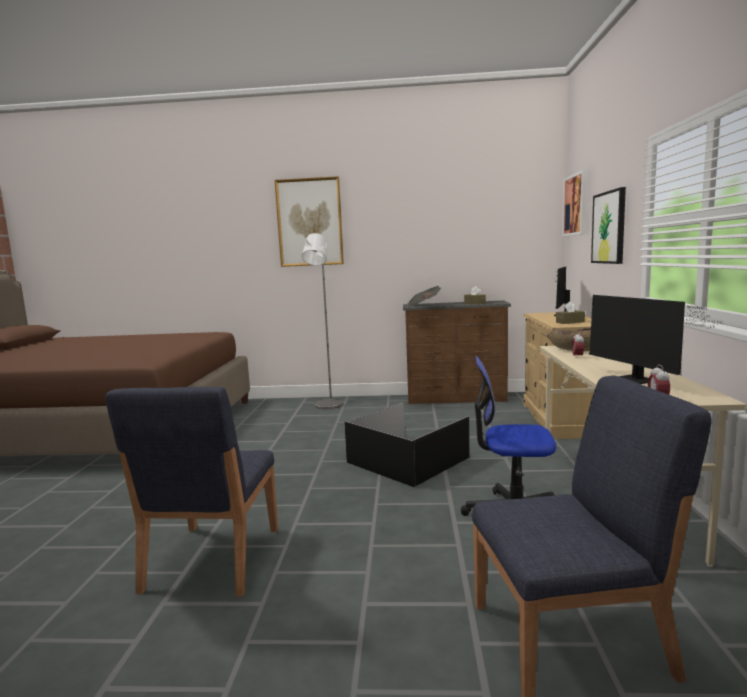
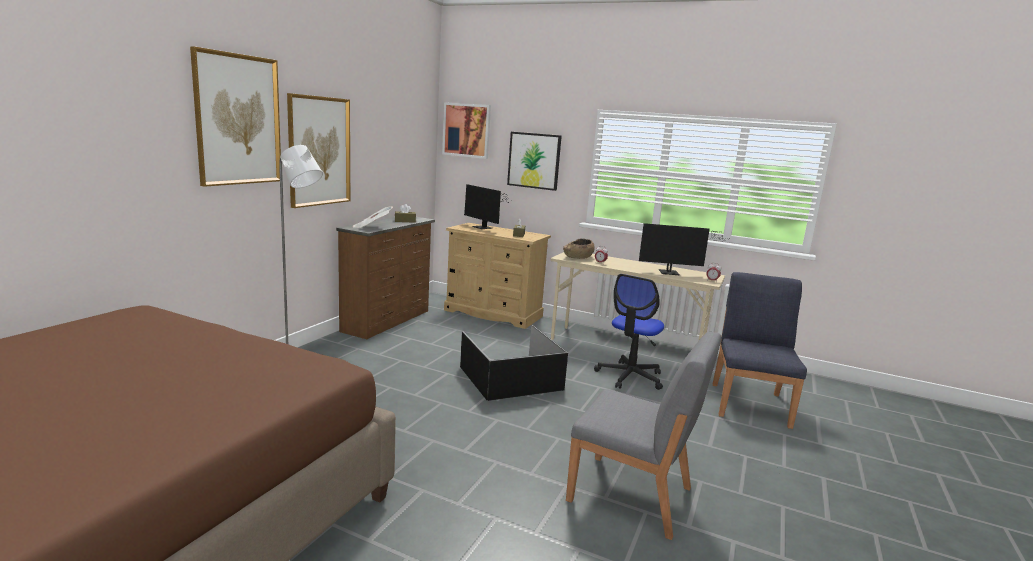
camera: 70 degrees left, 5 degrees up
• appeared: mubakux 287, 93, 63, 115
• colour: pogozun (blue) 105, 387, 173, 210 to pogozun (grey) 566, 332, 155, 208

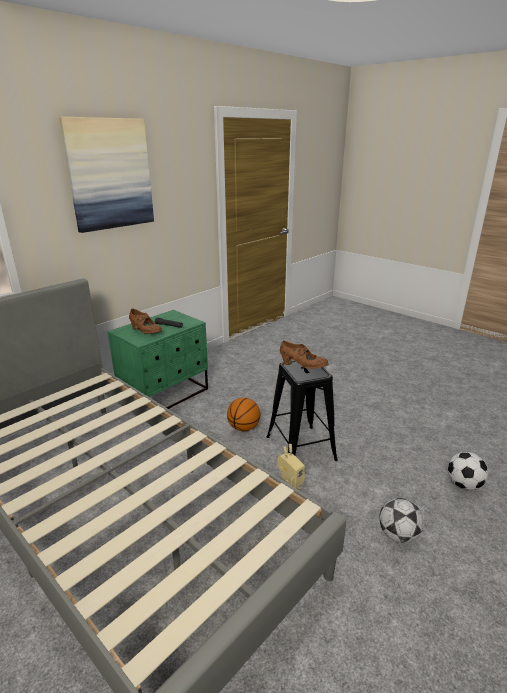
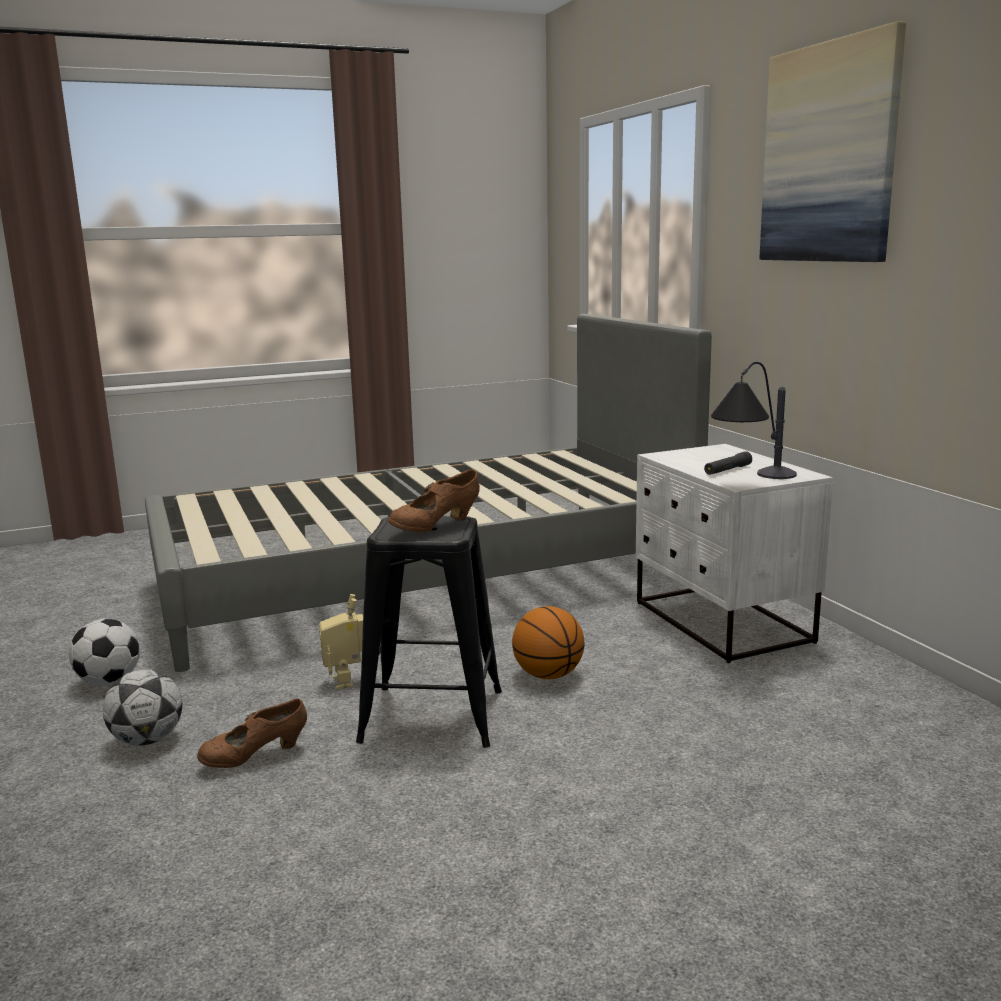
camera: 115 degrees right, 10 degrees down
• appeared: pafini 711, 362, 86, 117
• relocated: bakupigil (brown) 129, 309, 33, 24 to 197, 699, 110, 69
• relocated: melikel 448, 452, 41, 38 to 69, 619, 71, 66
• colour: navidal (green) 108, 310, 100, 99 to navidal (white) 636, 444, 197, 219

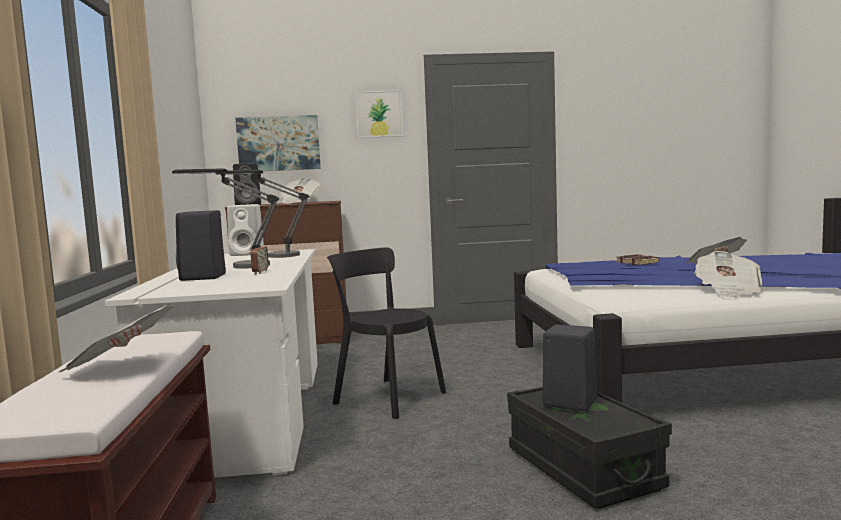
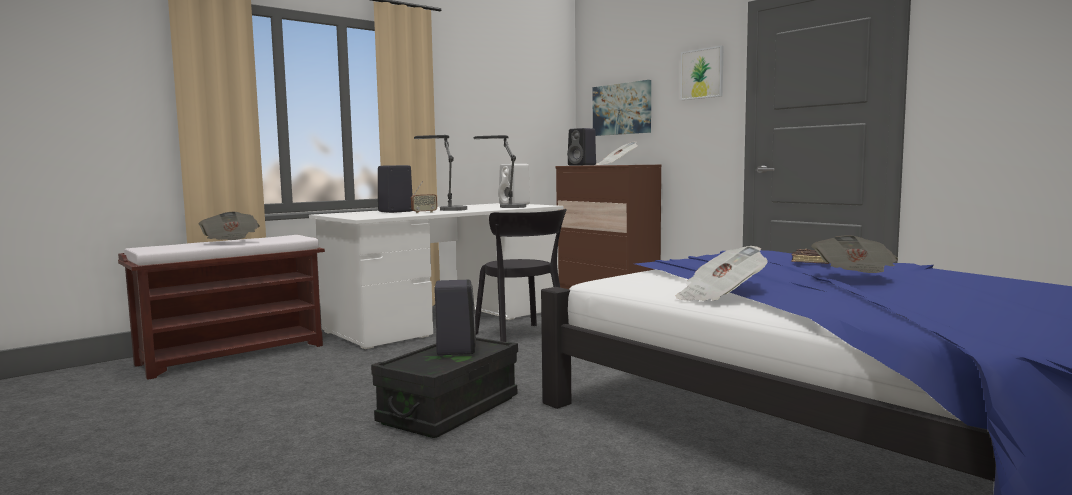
camera: 55 degrees right, 0 degrees up
• spun: pogozun (black) 327, 247, 119, 172 = 475, 209, 92, 133 150 degrees clockwise

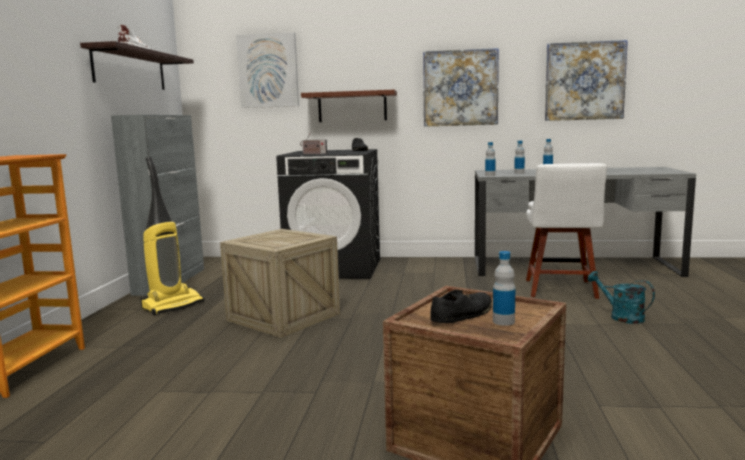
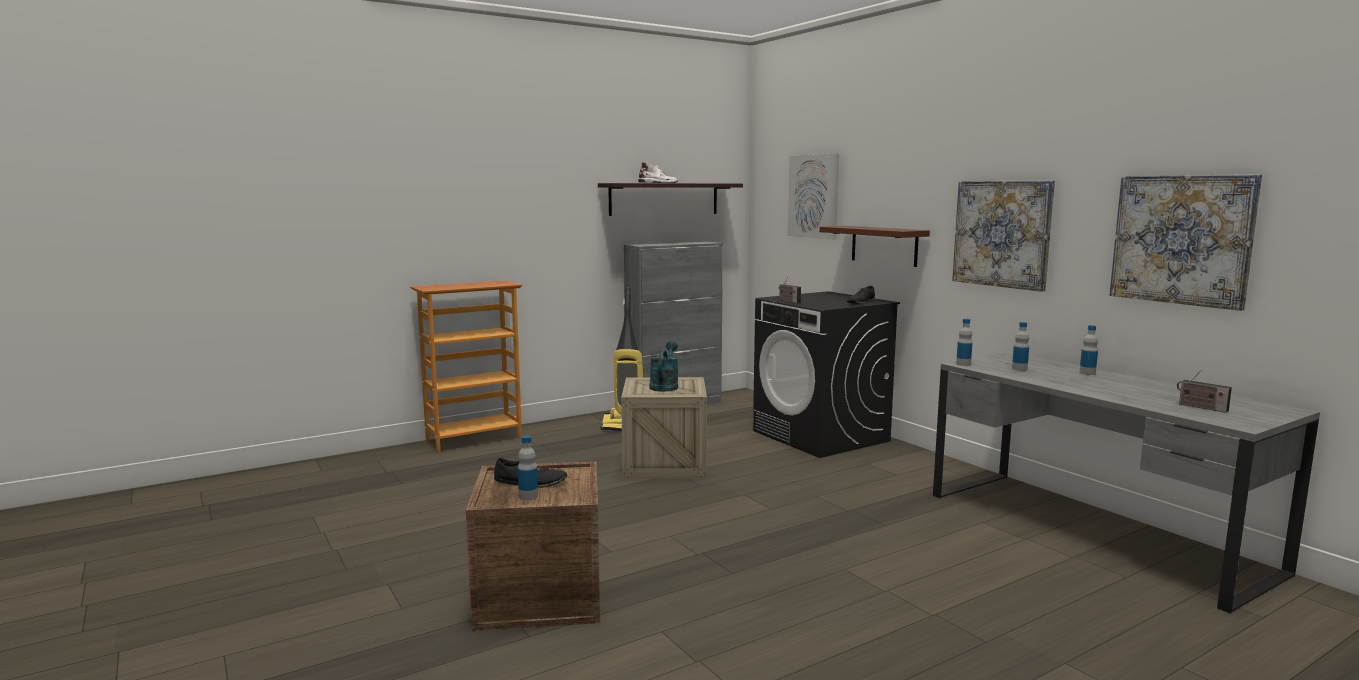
camera: 50 degrees right, 0 degrees up
• missing: pogozun (white) 526, 163, 81, 136
• appeared: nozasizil 1177, 370, 55, 43
• relocated: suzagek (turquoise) 587, 271, 68, 53 to 650, 341, 28, 51

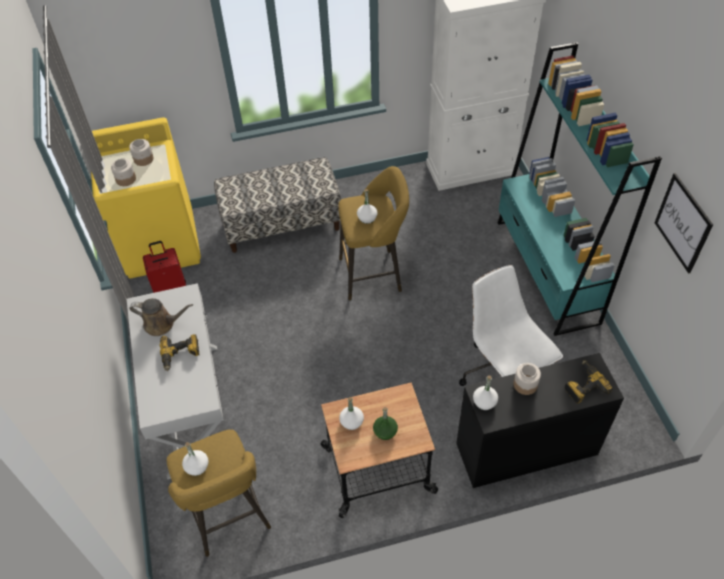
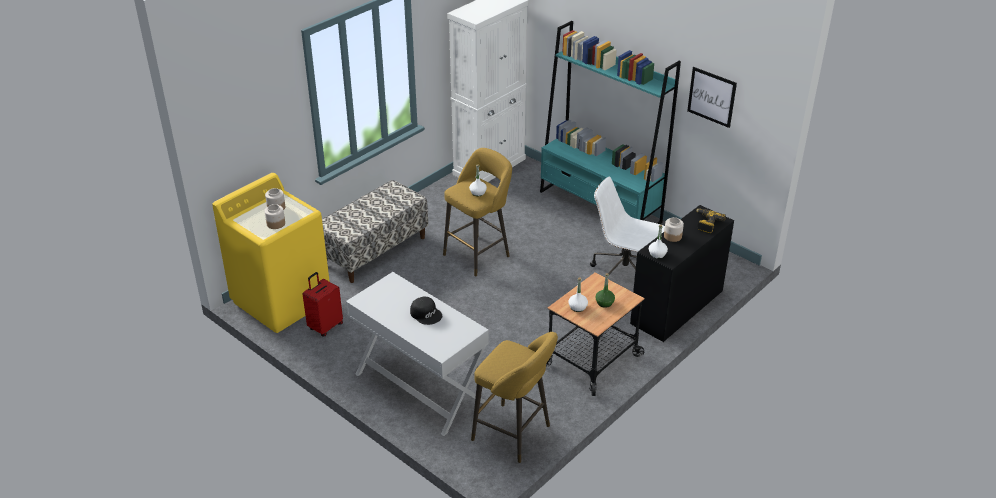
camera: 35 degrees left, 15 degrees down
• missing: suzagek (brown) 130, 298, 63, 38
• missing: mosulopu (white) 182, 442, 26, 34
• exchanged: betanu 159, 334, 40, 37 to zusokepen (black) 410, 297, 32, 28

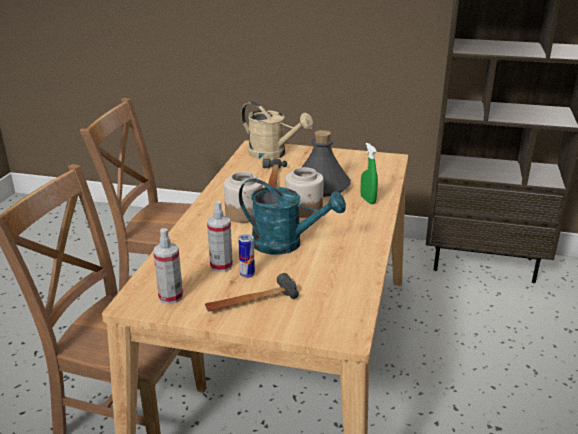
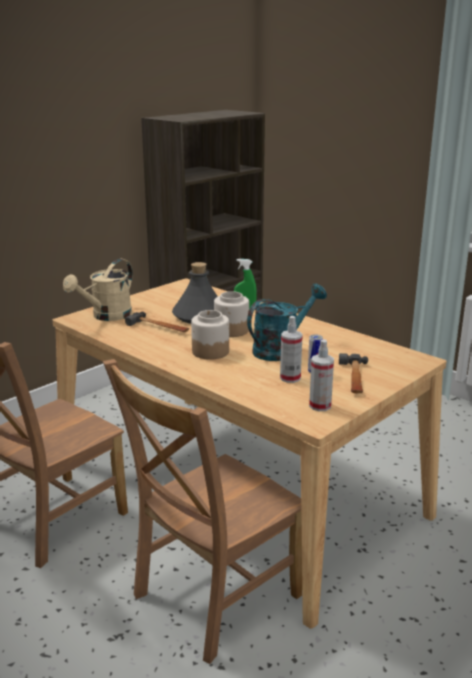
camera: 60 degrees left, 5 degrees down
• spun: suzagek (beige) 241, 102, 72, 58 = 63, 259, 70, 62 150 degrees clockwise

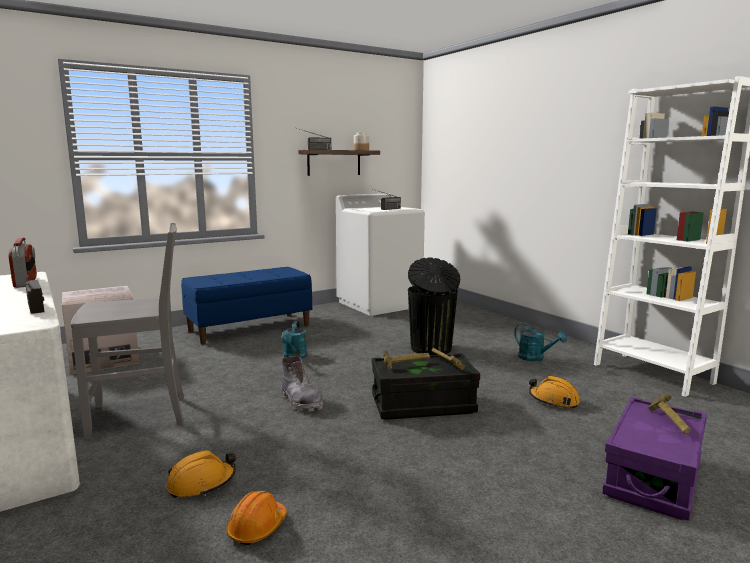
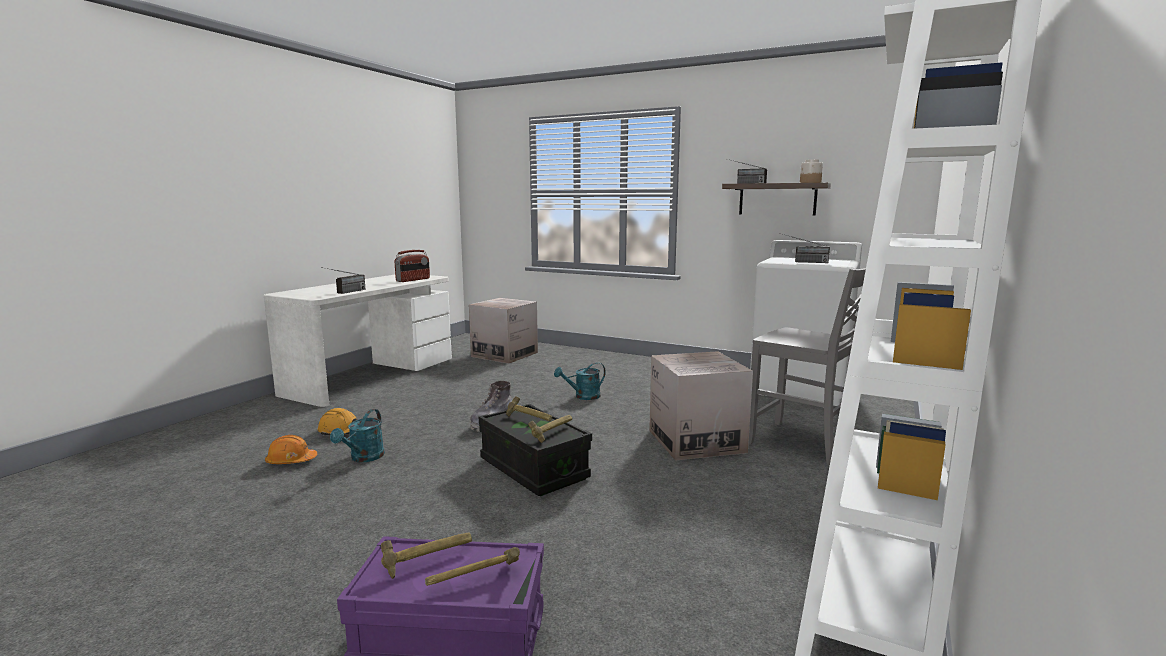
camera: 60 degrees right, 0 degrees up
• missing: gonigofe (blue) 181, 267, 131, 78
• missing: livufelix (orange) 529, 376, 51, 33
• appeared: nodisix 381, 533, 91, 46
• relocated: pogozun (grey) 71, 223, 113, 217 to 748, 268, 118, 198
• relocated: suzagek (turquoise) 514, 323, 53, 39 to 330, 409, 55, 53
• exchanged: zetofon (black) 408, 258, 52, 98 to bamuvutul 649, 351, 104, 110

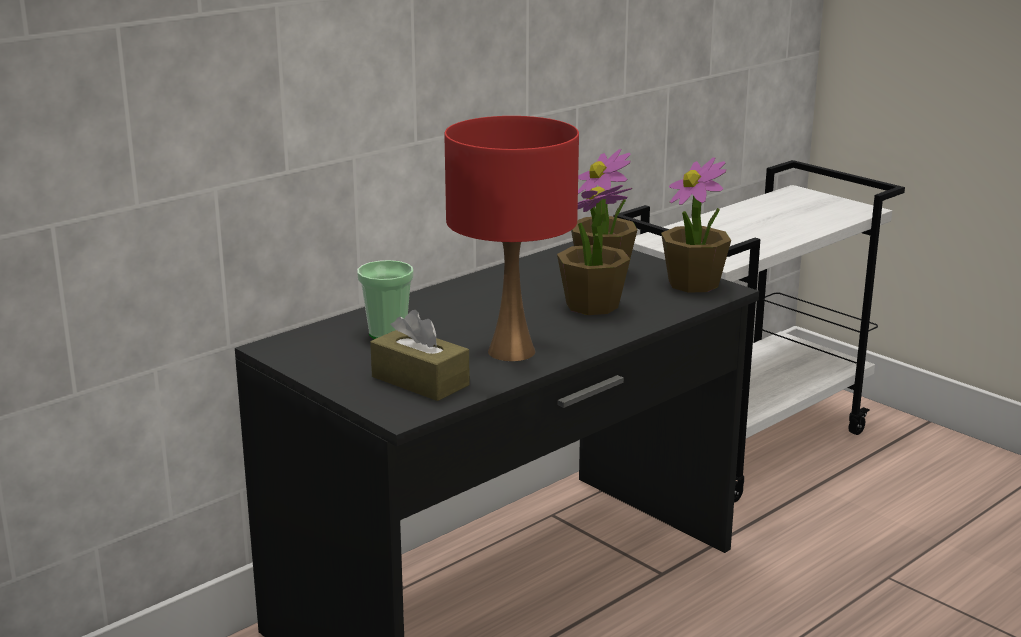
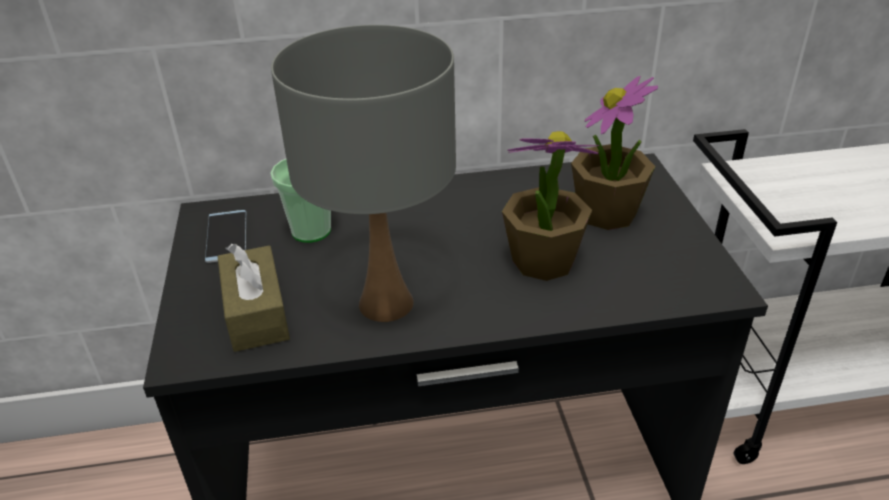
camera: 35 degrees right, 15 degrees up
• missing: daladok 661, 158, 70, 135
• appeared: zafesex 205, 210, 41, 53
• colour: pafini (red) 445, 116, 134, 245 to pafini (grey) 271, 25, 185, 297

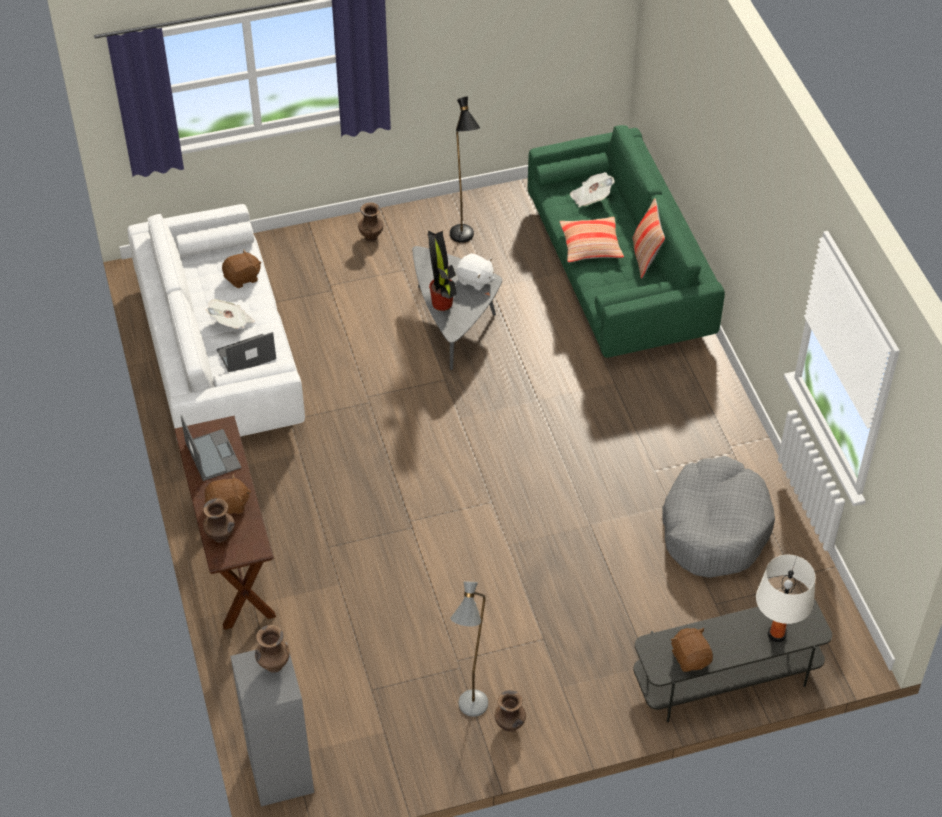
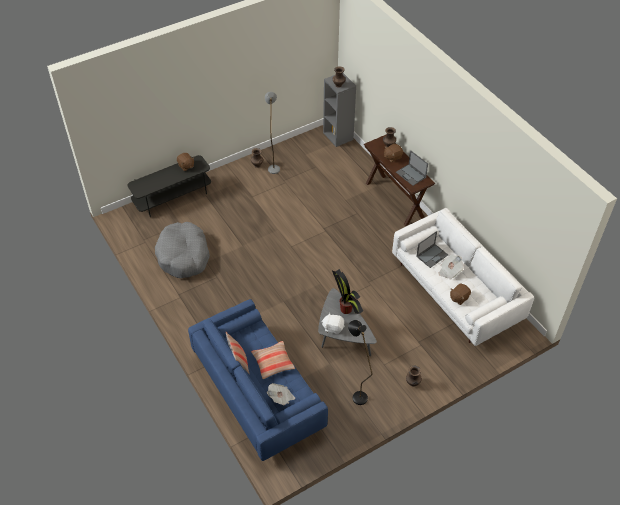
camera: 165 degrees right, 0 degrees up
• missing: pafini (white) 756, 555, 59, 87
• colour: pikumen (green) 528, 125, 197, 233 to pikumen (blue) 188, 299, 140, 162

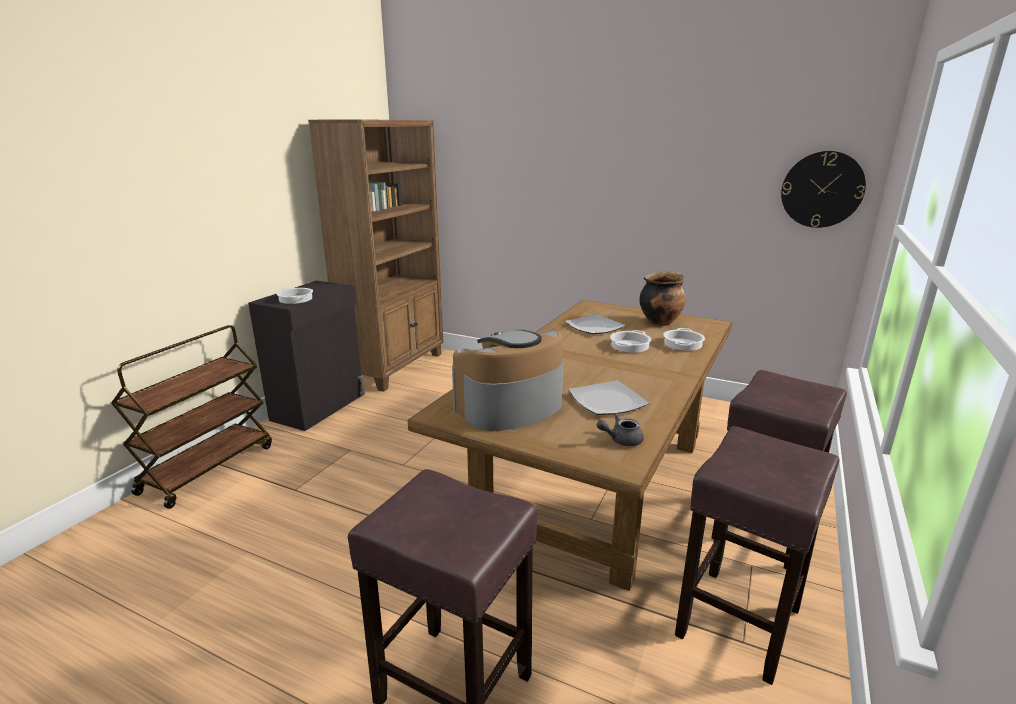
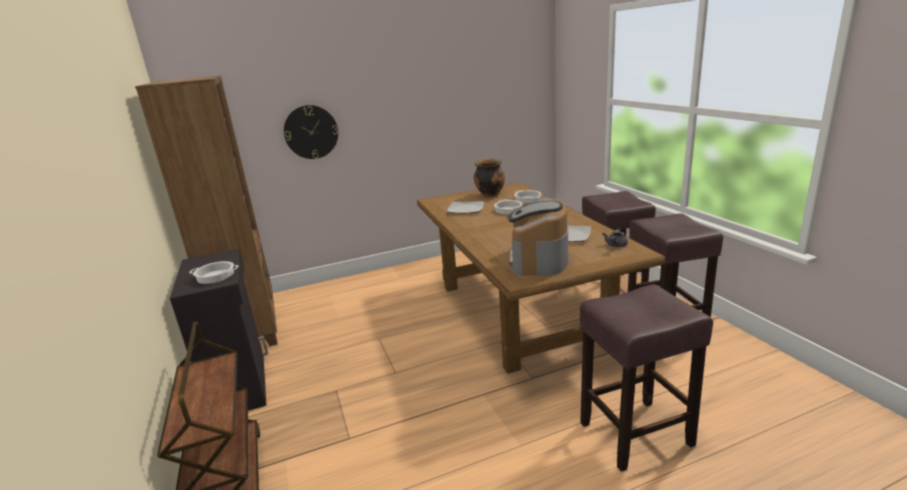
camera: 45 degrees left, 0 degrees up
• relocated: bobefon 781, 151, 85, 77 to 284, 105, 54, 54

